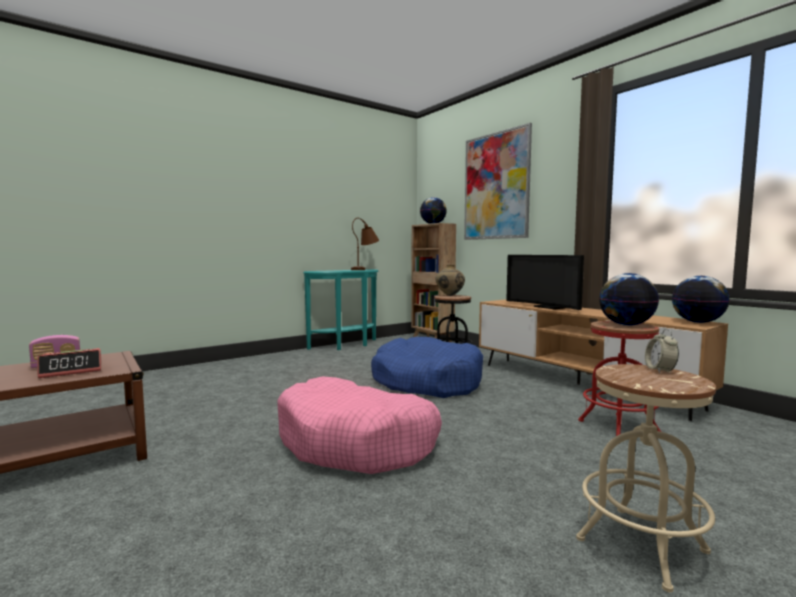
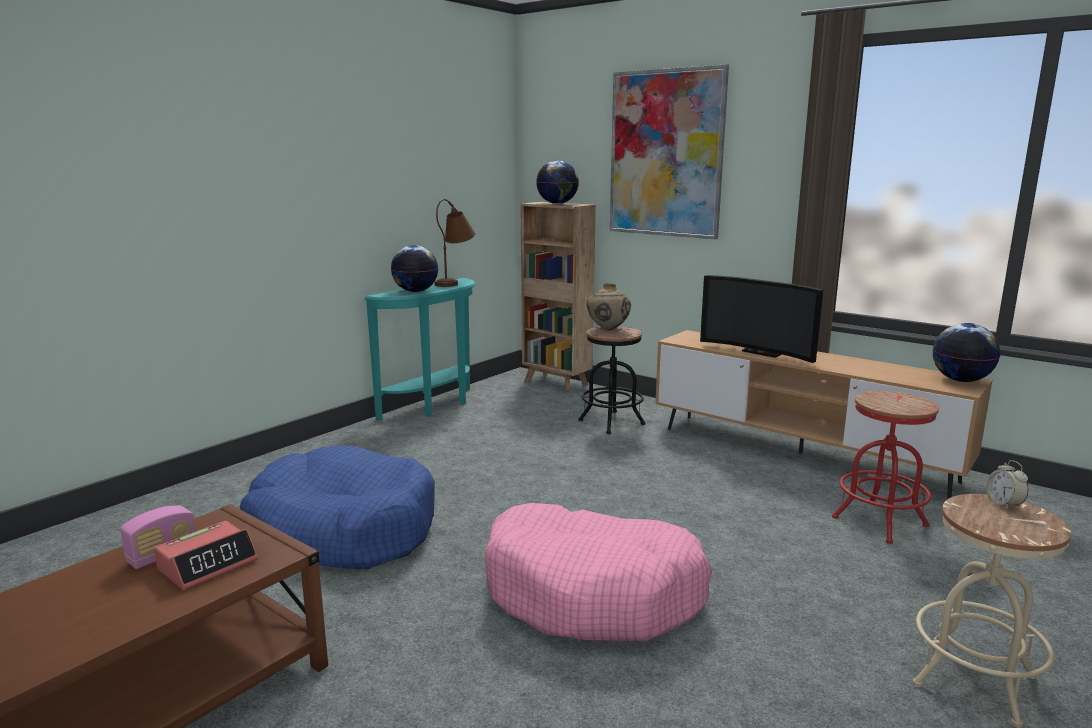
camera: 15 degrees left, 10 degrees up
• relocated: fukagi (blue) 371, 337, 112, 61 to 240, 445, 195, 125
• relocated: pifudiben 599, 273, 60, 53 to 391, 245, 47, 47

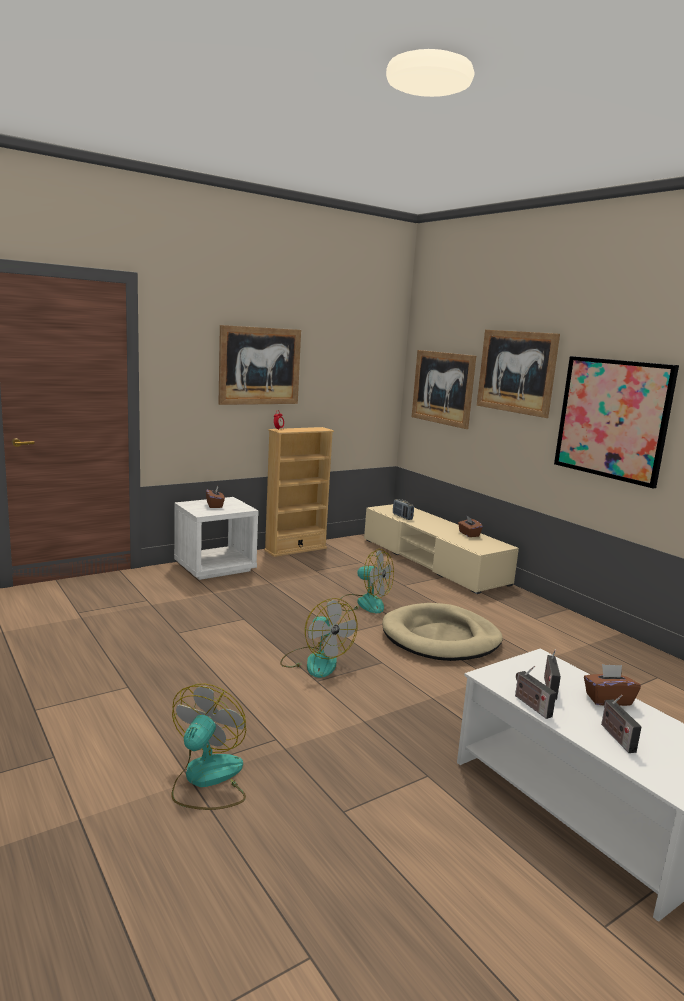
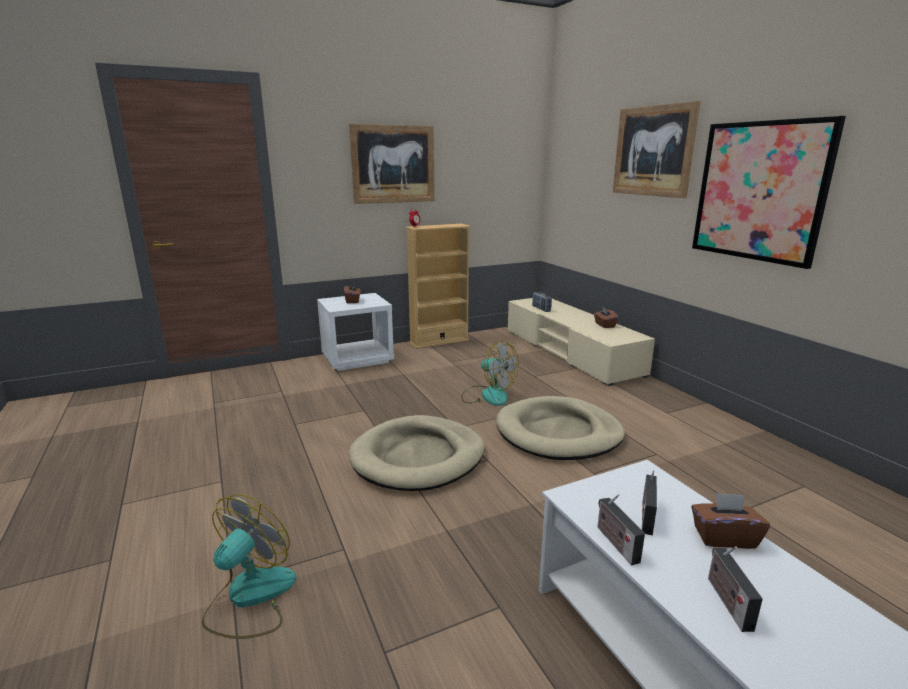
camera: 10 degrees right, 5 degrees up
• missing: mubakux 412, 350, 64, 79
• exchanged: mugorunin 280, 598, 77, 80 to fukagi (beige) 349, 415, 136, 76

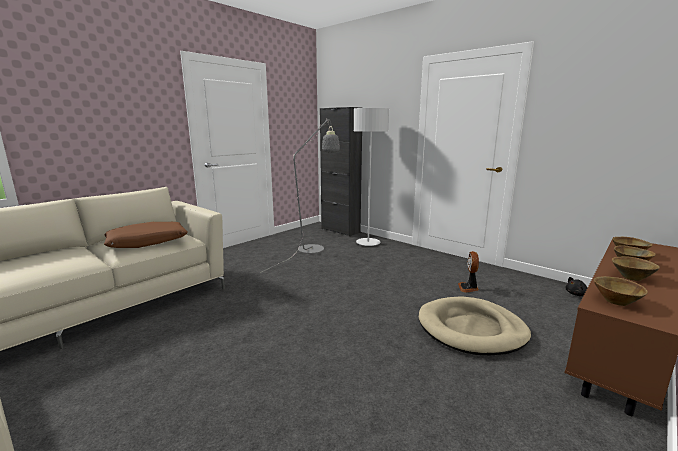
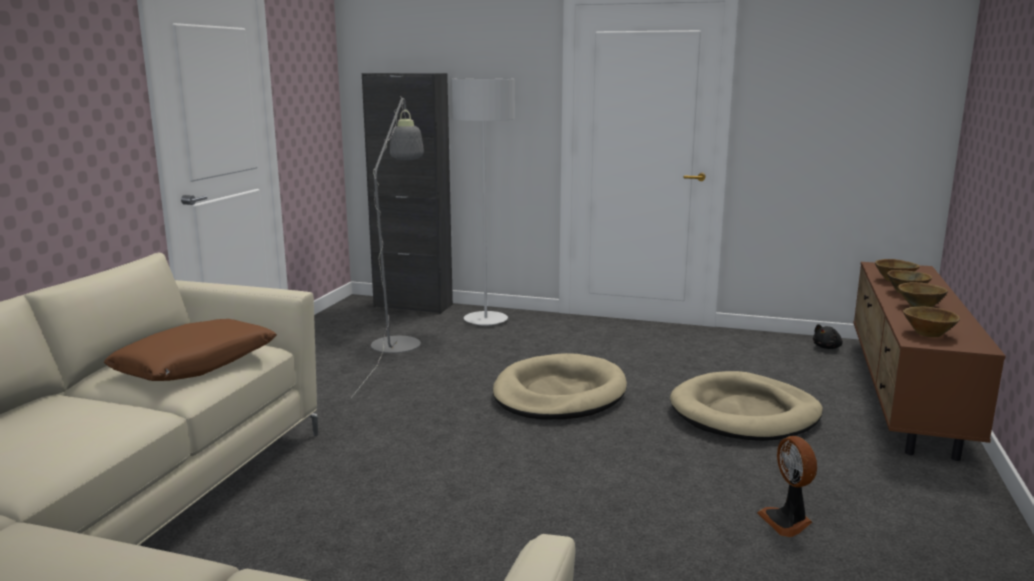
camera: 25 degrees left, 0 degrees up
• appeared: fukagi (beige) 493, 353, 134, 66
• relocated: mugorunin 458, 251, 21, 42 to 757, 436, 60, 101

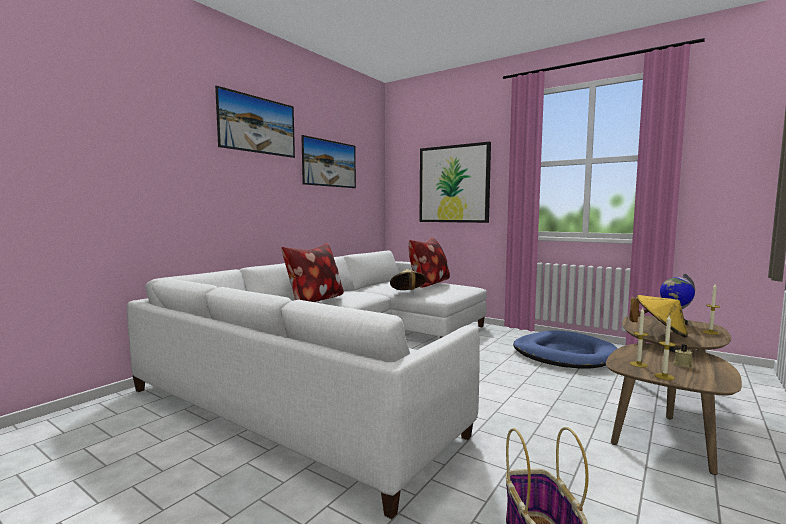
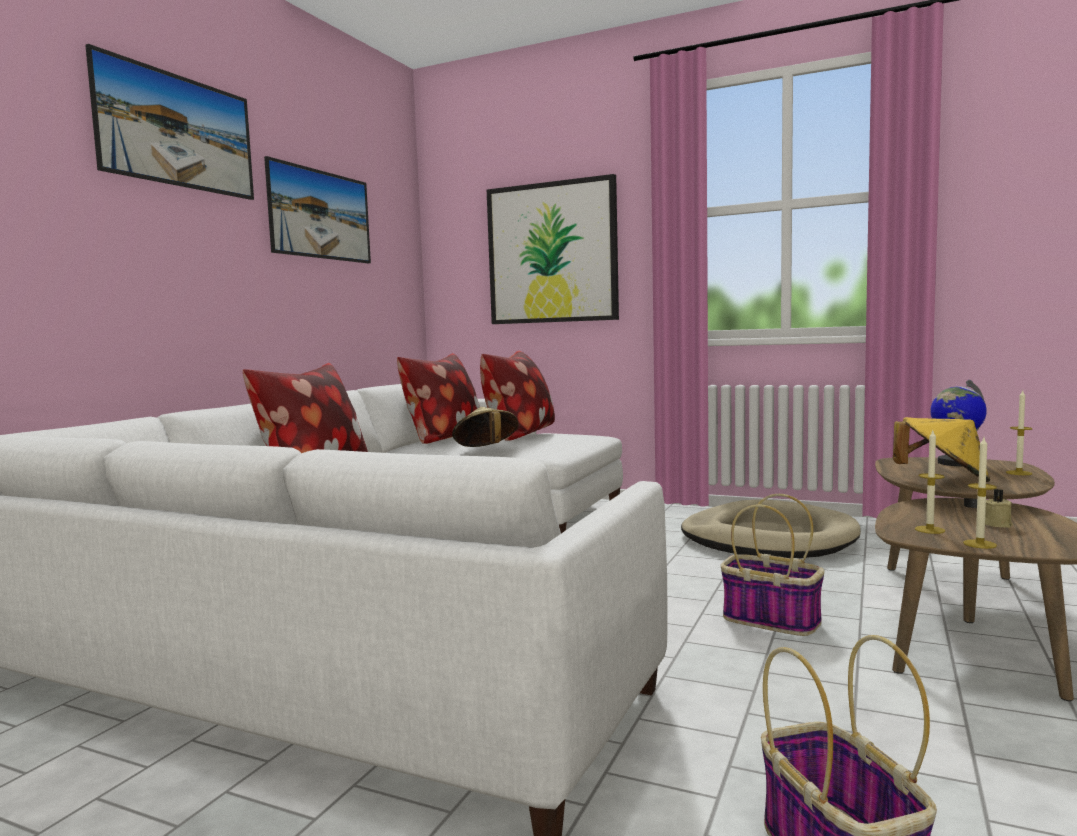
camera: 10 degrees left, 0 degrees up
• appeared: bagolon 397, 353, 83, 91
• appeared: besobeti 721, 494, 104, 142
• colour: fukagi (blue) 513, 330, 105, 39 to fukagi (beige) 681, 500, 180, 58

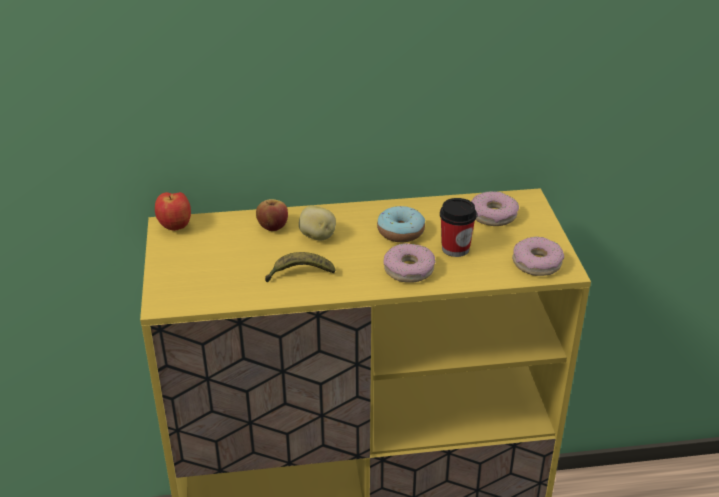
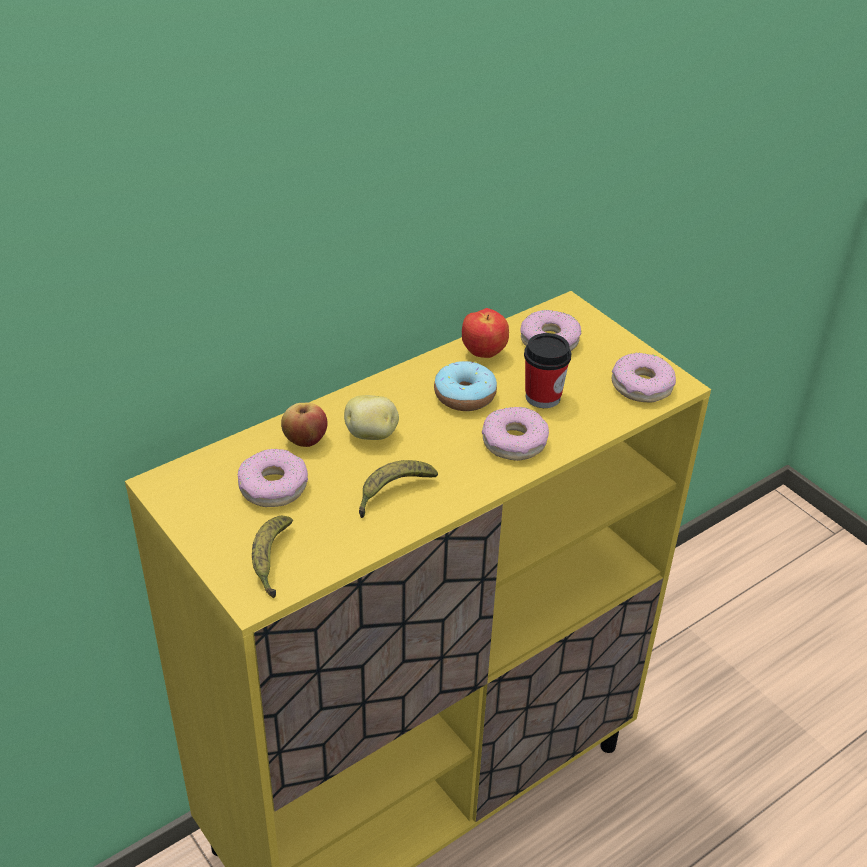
camera: 30 degrees left, 5 degrees up
• appeared: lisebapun 238, 449, 70, 58
• appeared: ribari 252, 516, 41, 82
• relocated: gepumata 155, 192, 36, 39 to 462, 308, 47, 50

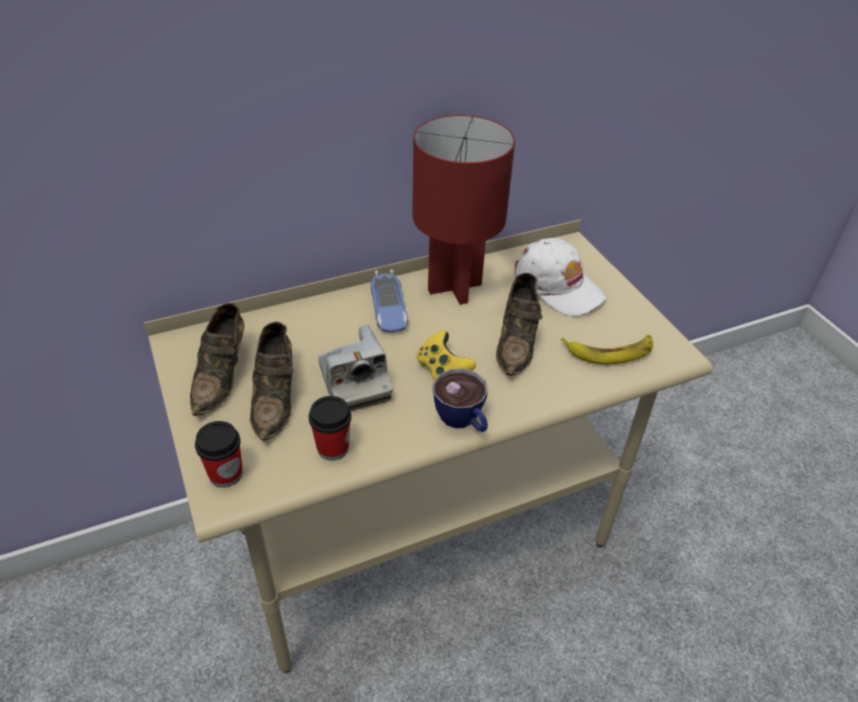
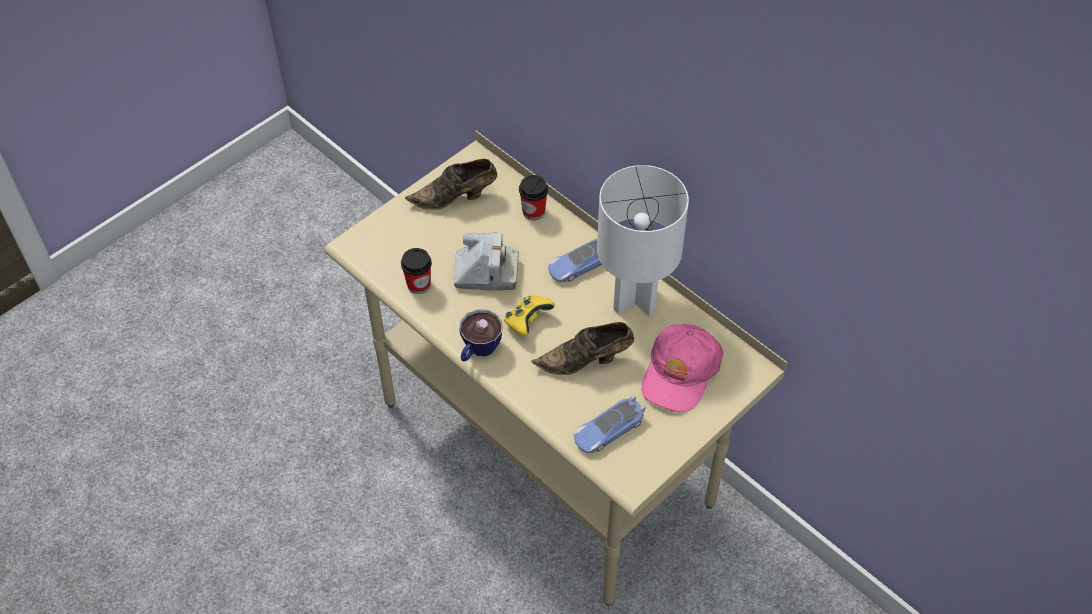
camera: 70 degrees right, 10 degrees up
• missing: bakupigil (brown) 250, 321, 43, 120
• relocated: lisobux 195, 421, 48, 67 to 519, 175, 29, 45
• exchanged: ribari 561, 335, 92, 29 to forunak 573, 395, 72, 58
• colour: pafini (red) 412, 115, 103, 190 to pafini (white) 597, 165, 92, 152
• colour: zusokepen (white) 514, 238, 92, 79 to zusokepen (pink) 641, 324, 82, 88
• spun: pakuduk 318, 325, 75, 86 = 453, 232, 66, 59 135 degrees counterclockwise

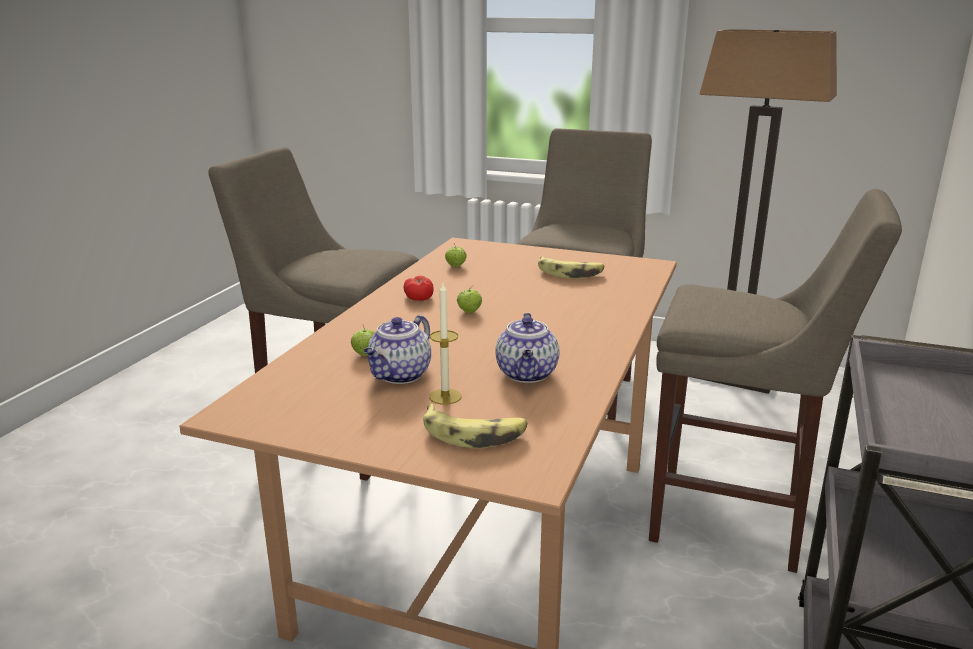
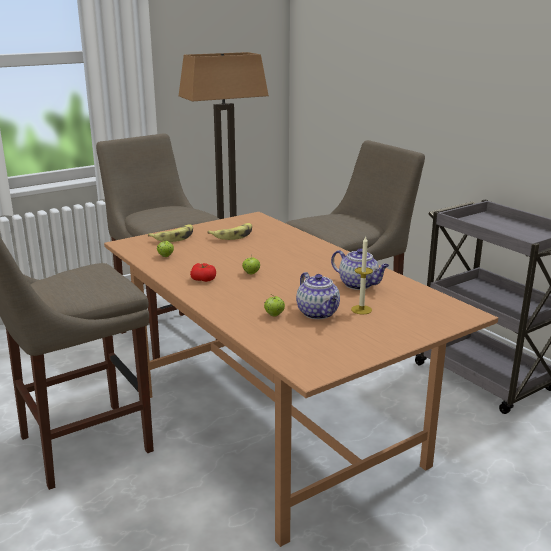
camera: 55 degrees left, 0 degrees up
• relocated: ribari 423, 404, 105, 44 to 148, 224, 45, 18

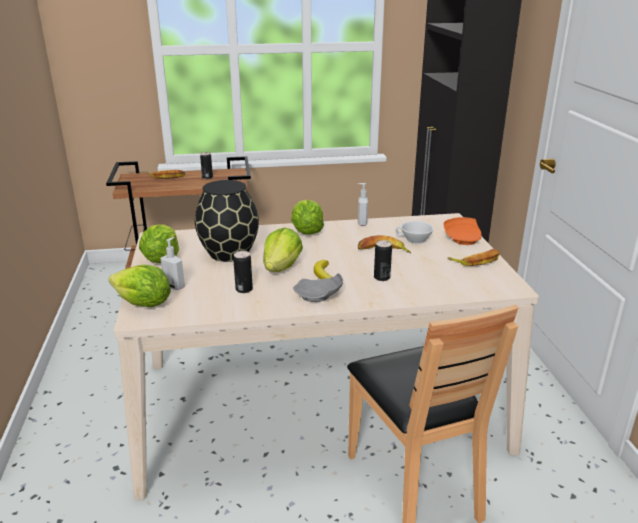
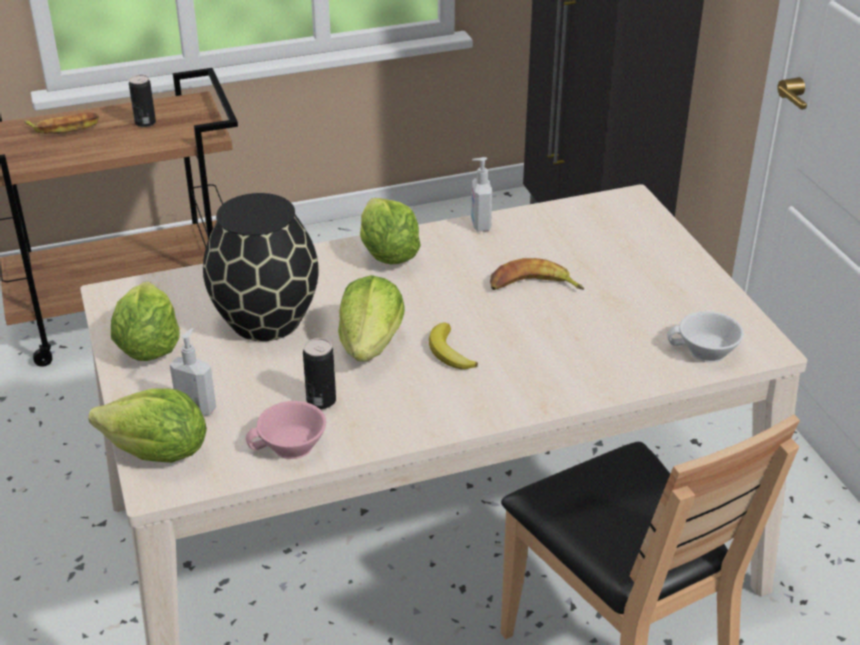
camera: 10 degrees left, 10 degrees up
• missing: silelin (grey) 293, 273, 50, 29
• missing: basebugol 374, 240, 18, 41
• missing: silelin (orange) 444, 217, 38, 28
• missing: ribari 448, 249, 52, 17
• appeared: lisobux (pink) 246, 401, 80, 58
• relocated: lisobux (white) 395, 221, 39, 23 to 668, 311, 76, 51

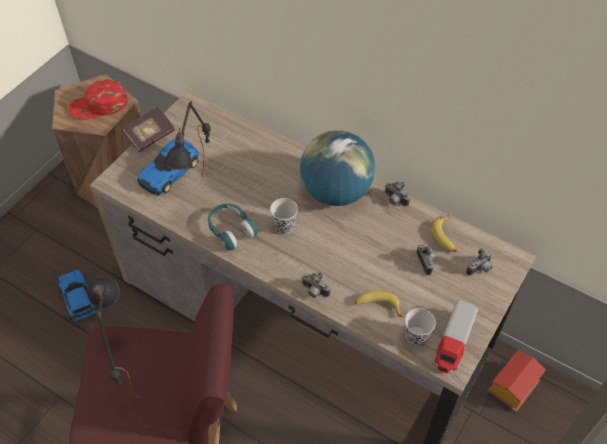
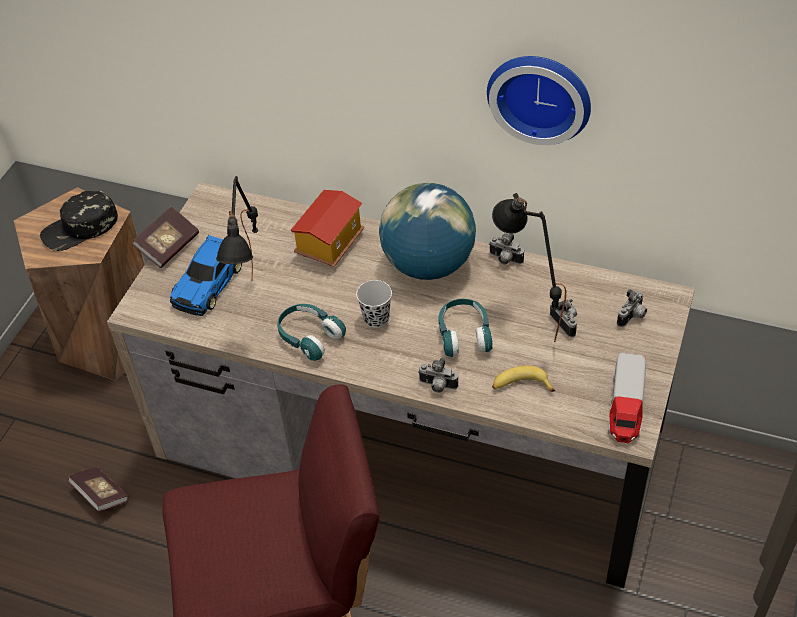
camera: 10 degrees left, 5 degrees down
• missing: lisobux (black) 405, 308, 31, 39
• missing: ribari 431, 215, 27, 37
• appeared: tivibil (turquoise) 438, 299, 55, 58
• appeared: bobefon 487, 56, 104, 89
• relocated: pafini (black) 87, 276, 53, 122 to 492, 193, 74, 148
• relocated: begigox 488, 350, 58, 62 to 291, 190, 73, 77
• exchanged: forunak 58, 270, 40, 52 to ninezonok 68, 467, 61, 45
• colour: zusokepen (red) 69, 79, 59, 42 to zusokepen (black) 40, 191, 78, 60

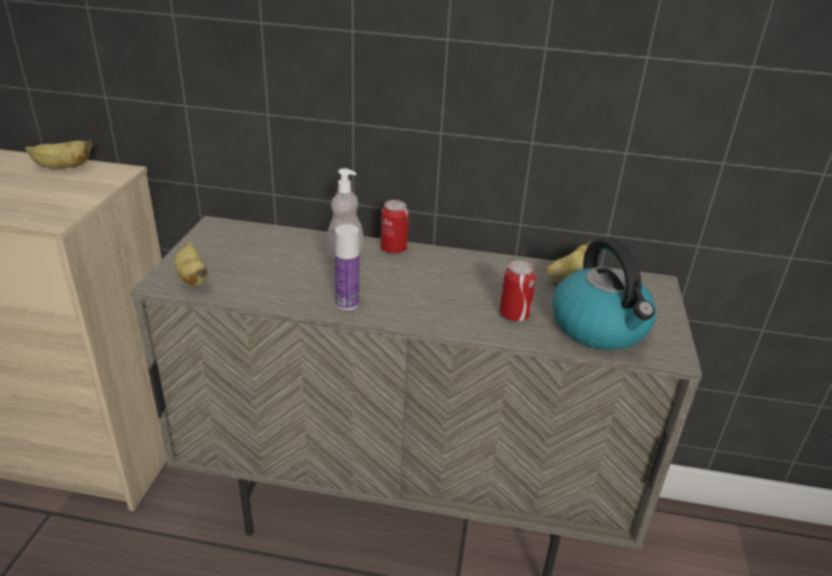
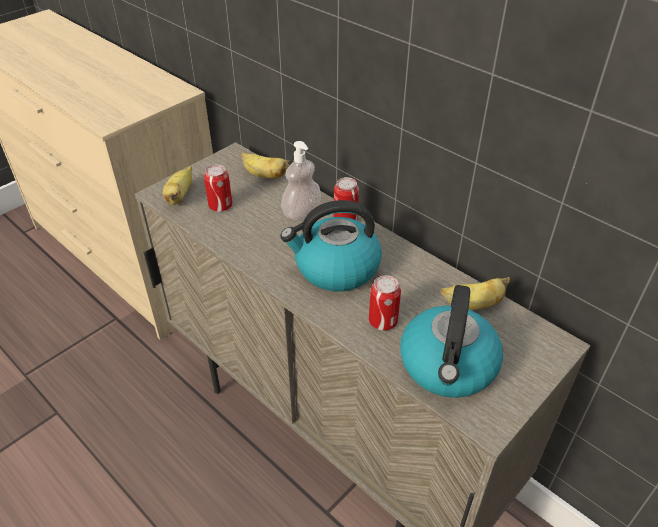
camera: 35 degrees right, 10 degrees up
• missing: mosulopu 335, 224, 24, 86
• appeared: basebugol 204, 164, 29, 48
• appeared: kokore 280, 200, 102, 91
• relocated: ribari 25, 140, 68, 28 to 241, 152, 49, 26

